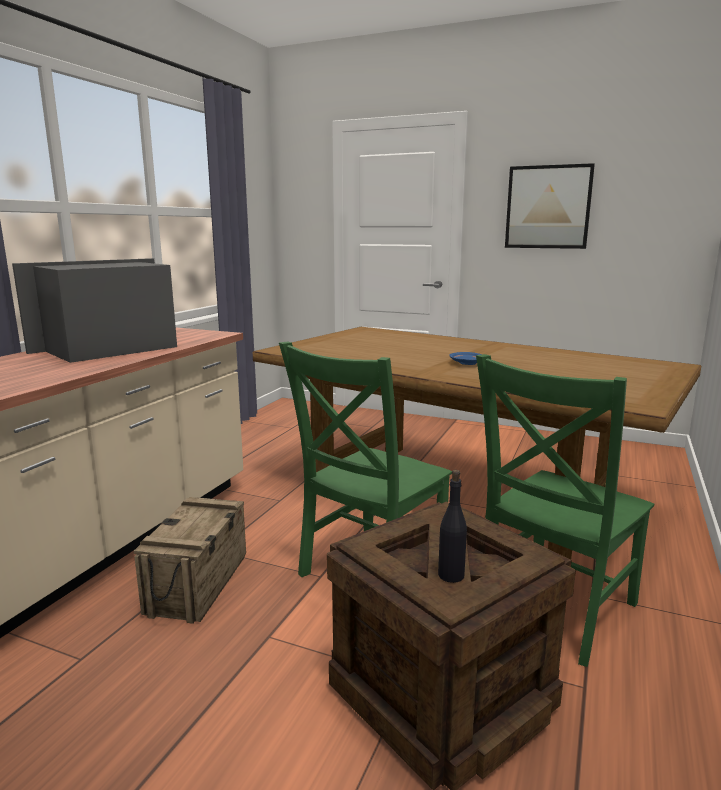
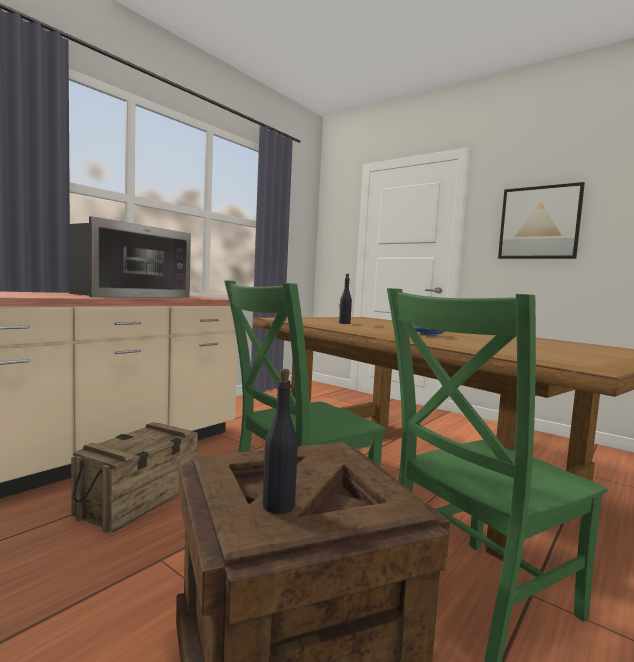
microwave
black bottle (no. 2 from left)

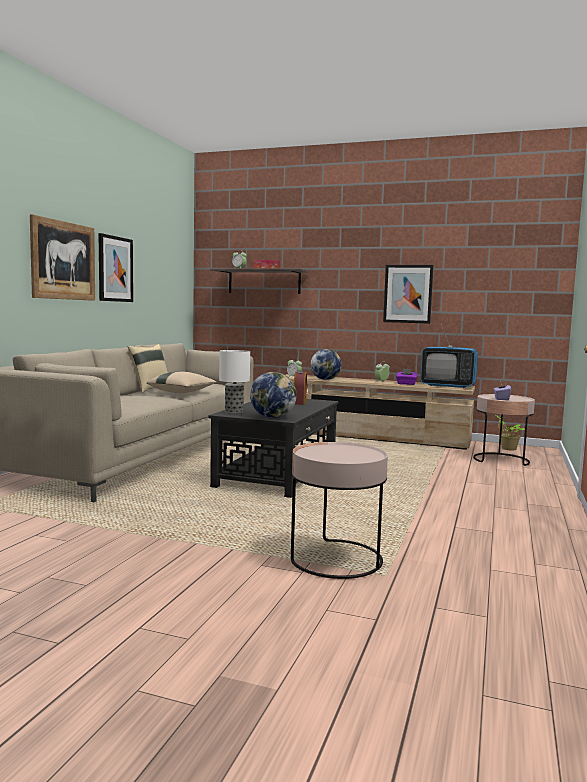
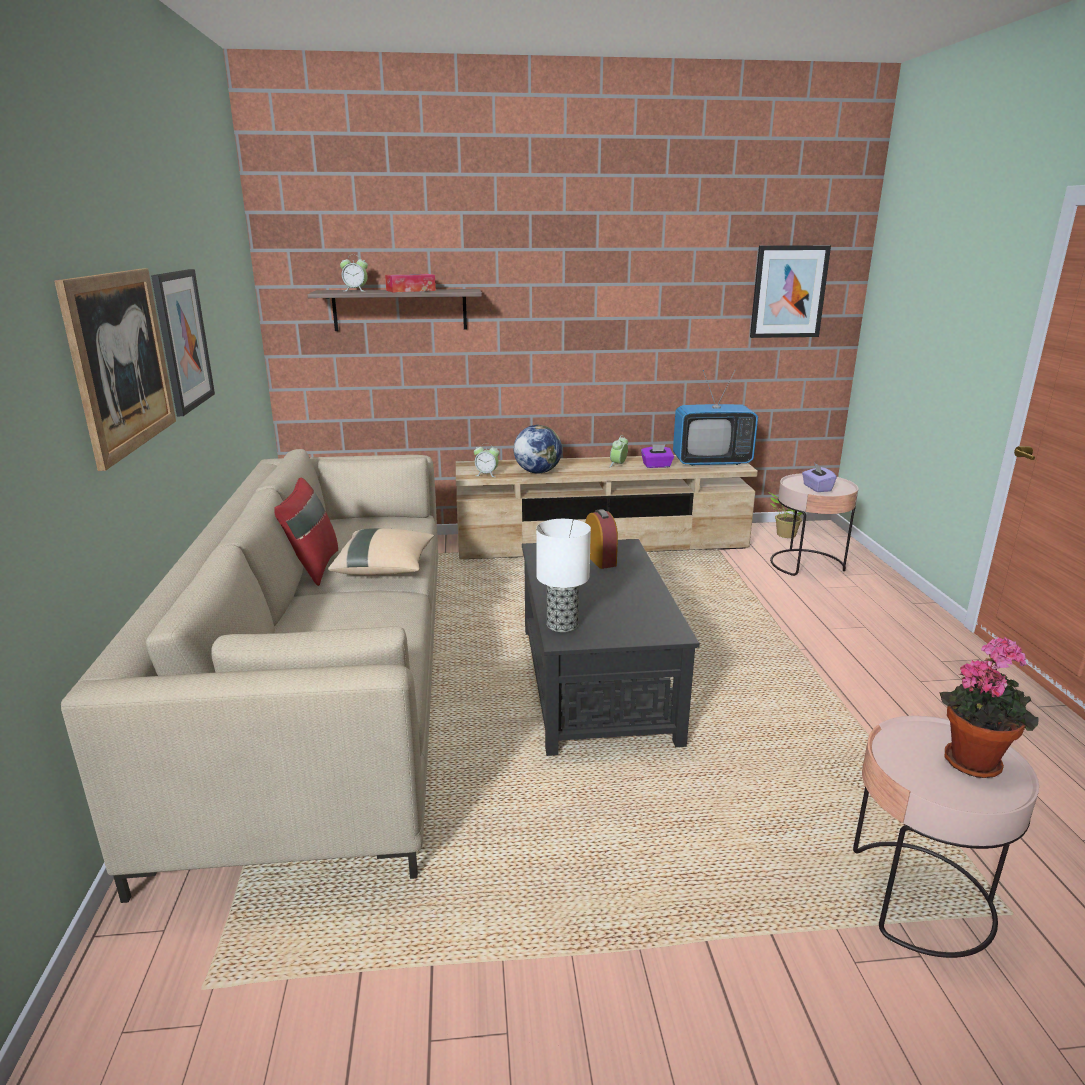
red pillow
picture (no. 3 from left)
potted plant (no. 2 from left)
globe (no. 1 from left in the first image)

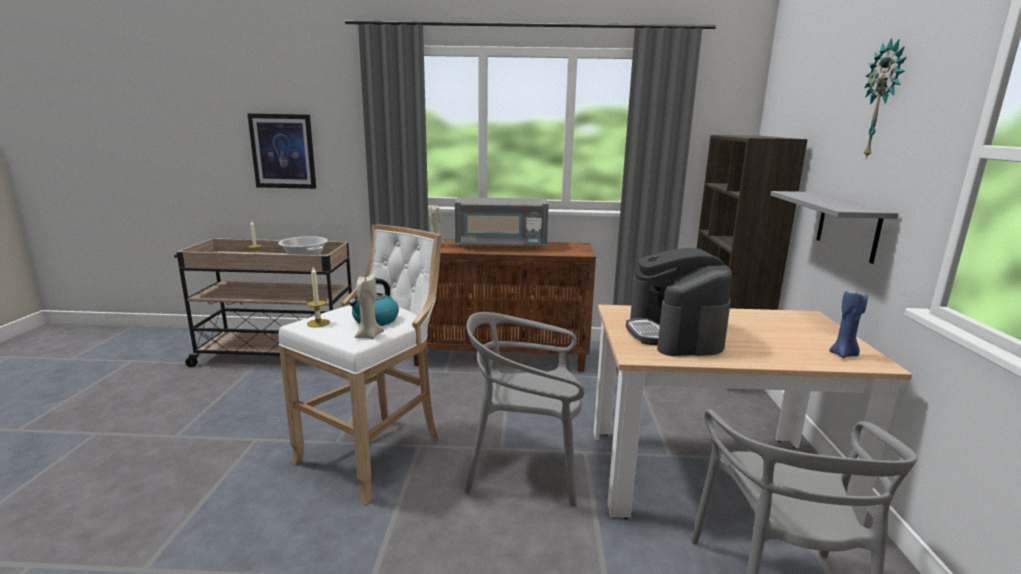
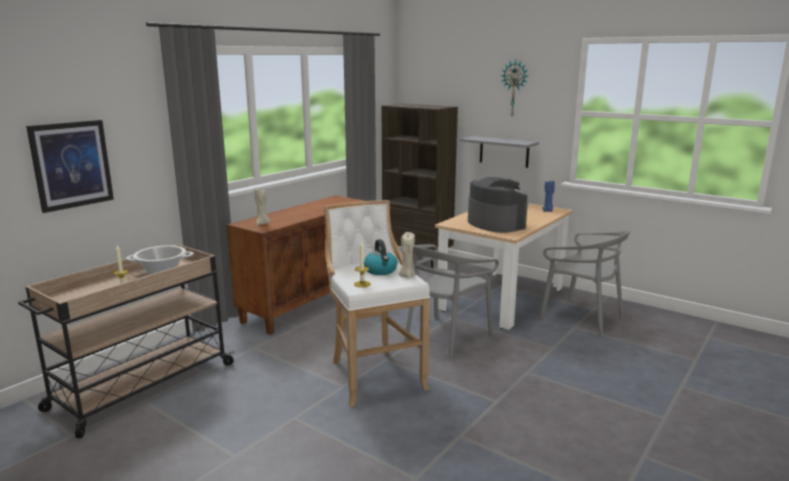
coffee machine
grey microwave

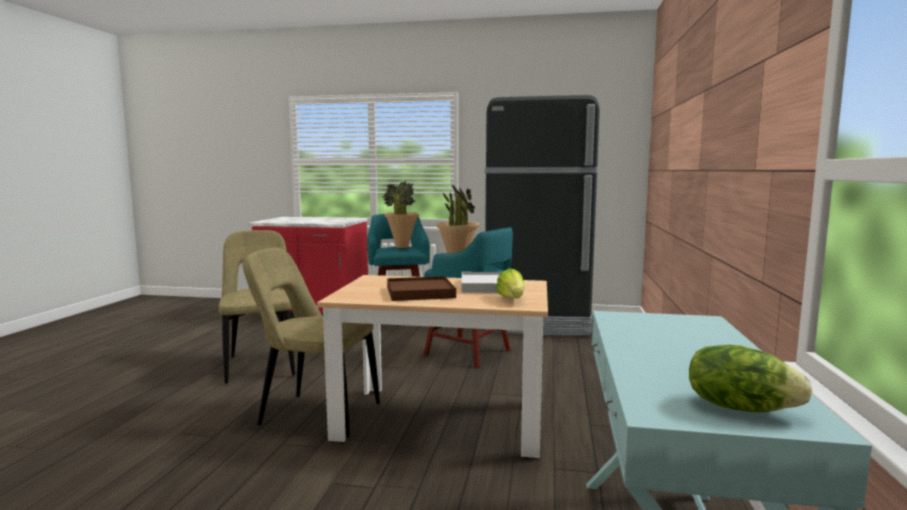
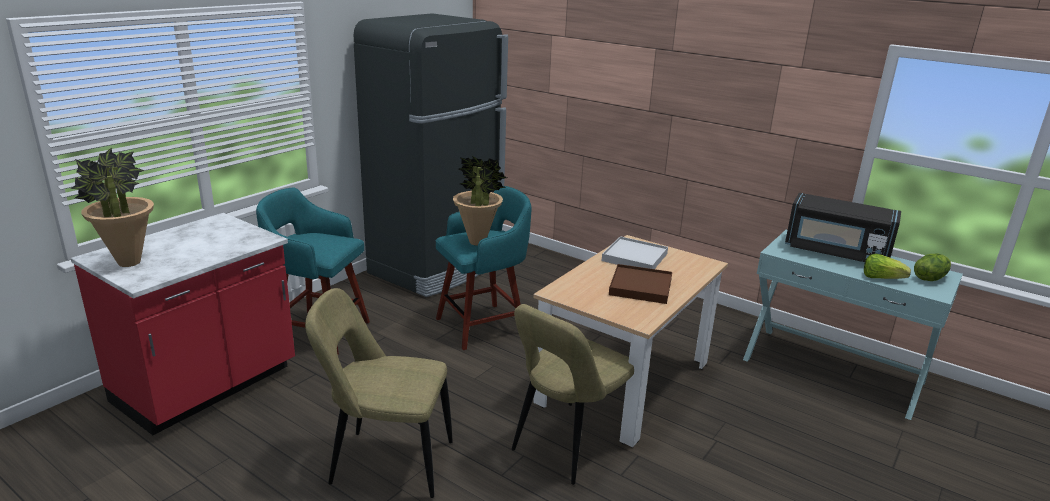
potted plant (no. 1 from left)
black microwave
lettuce (no. 1 from left)

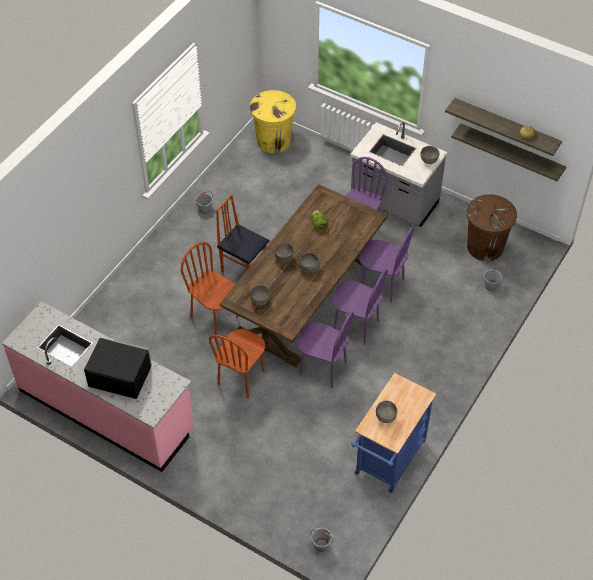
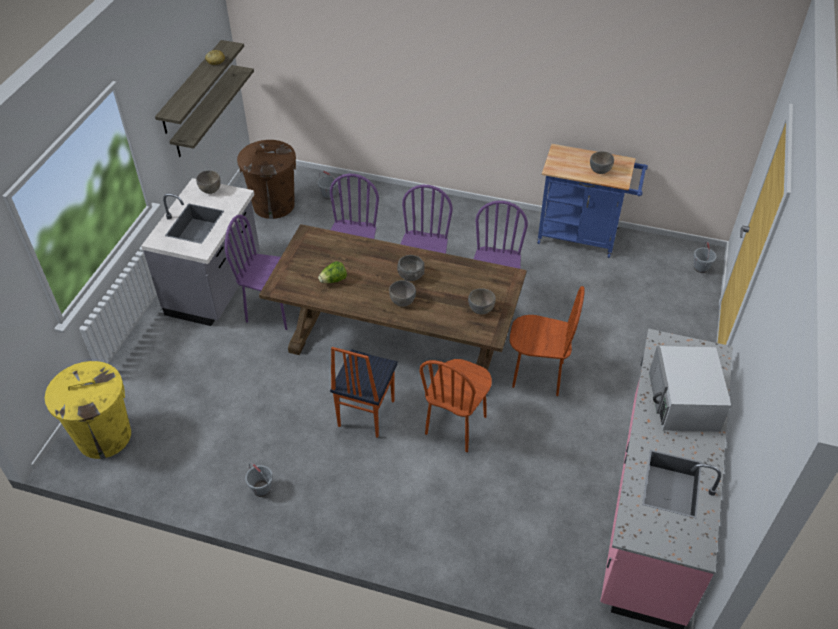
white microwave

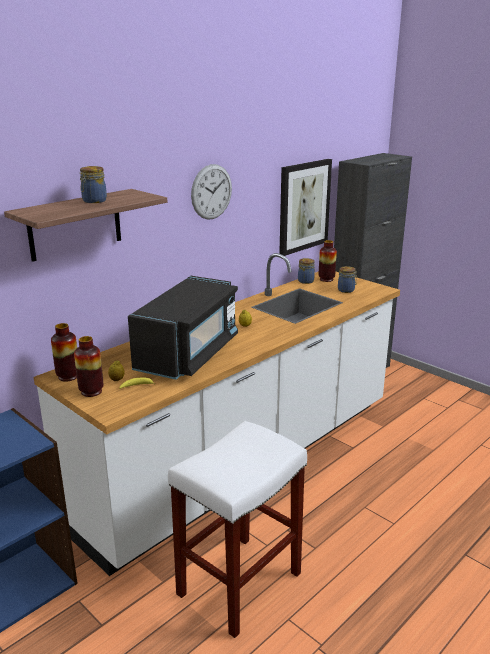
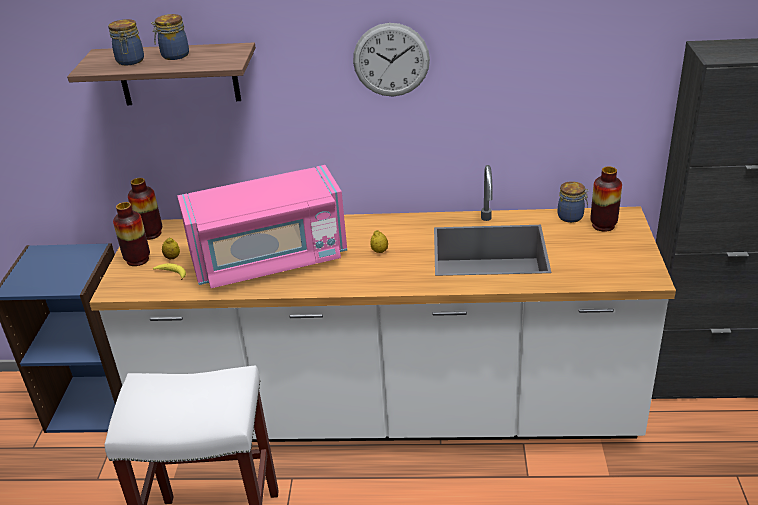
jar (no. 1 from left)
pink microwave
picture

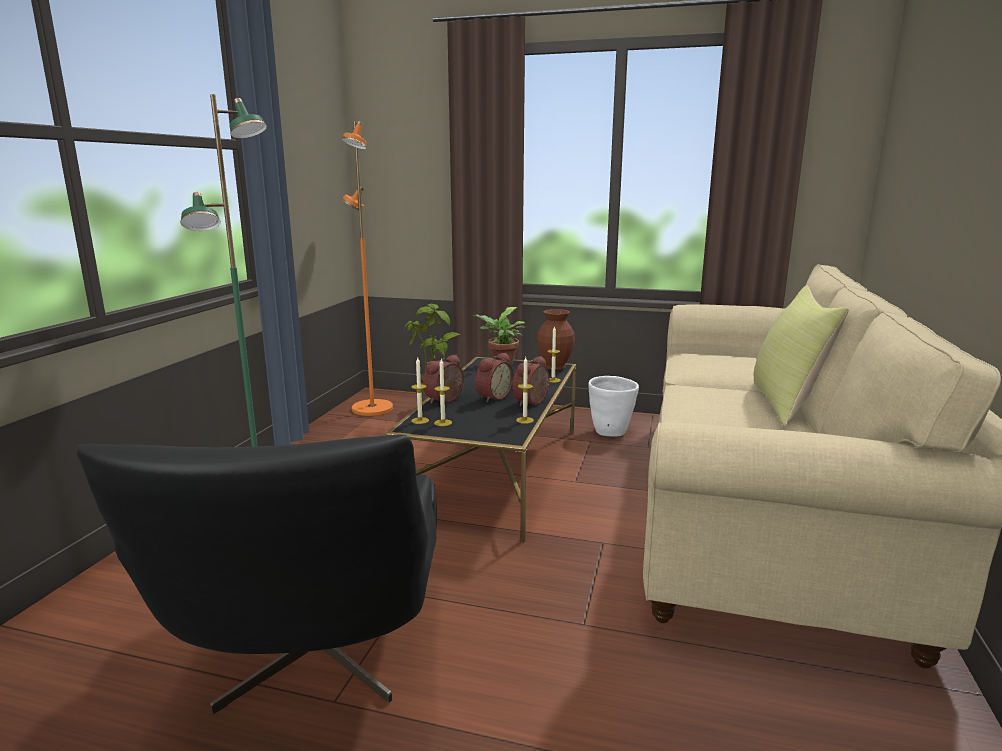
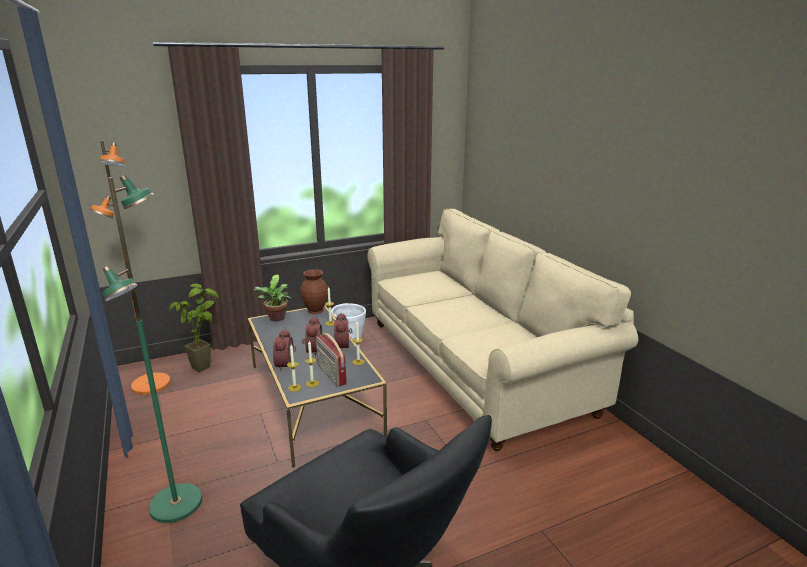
radio
yellow pillow

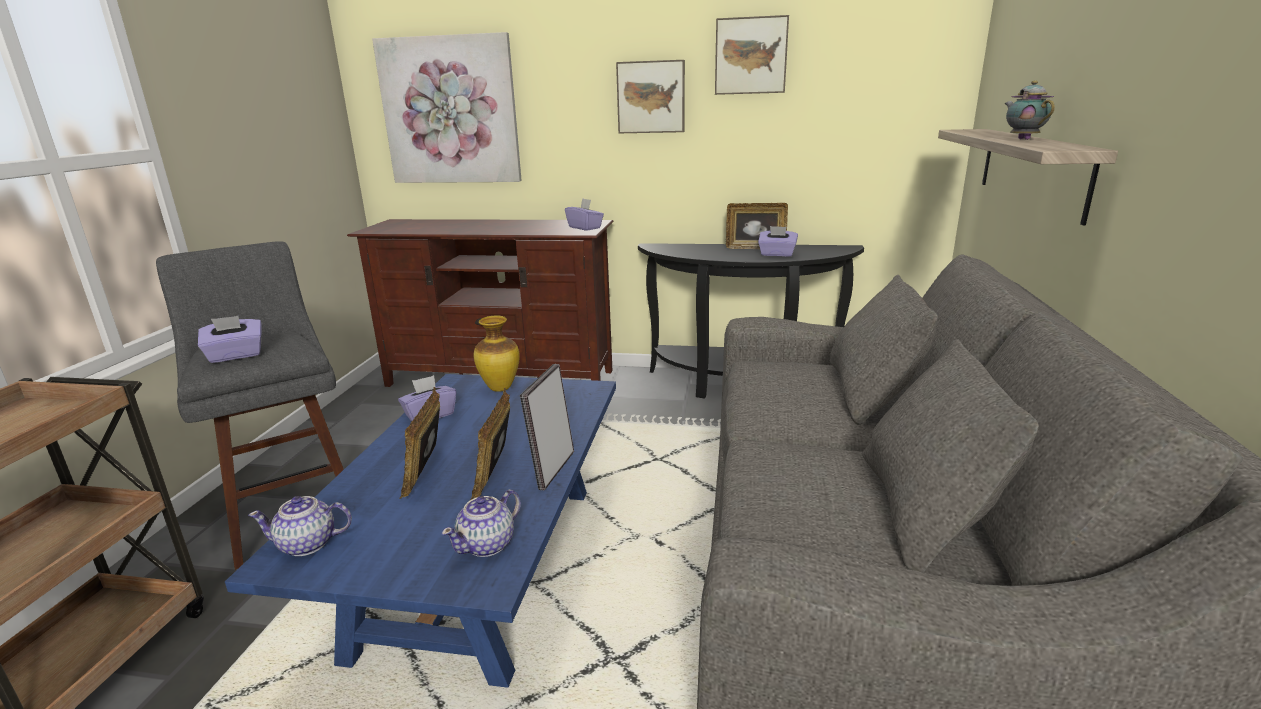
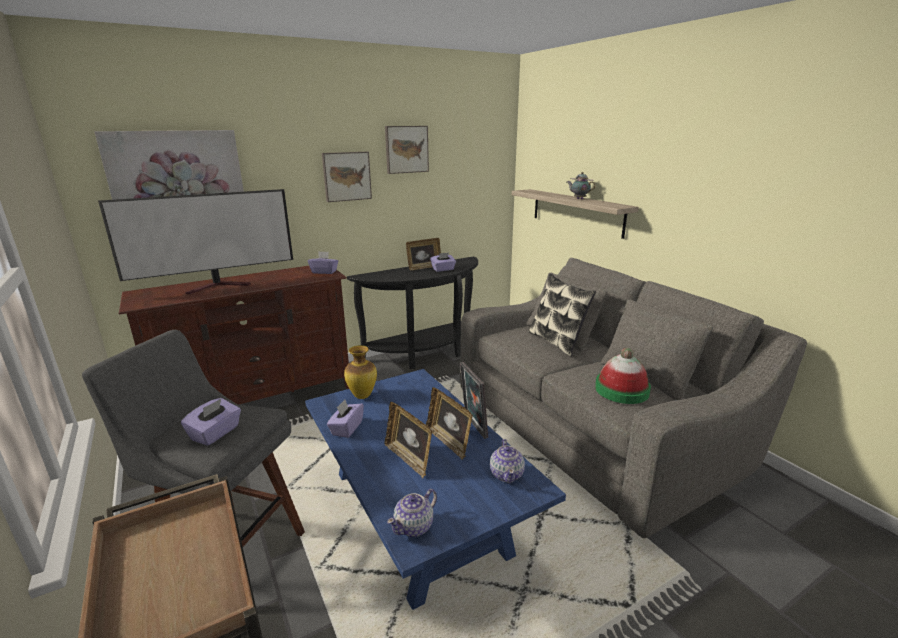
television
pillow
hat

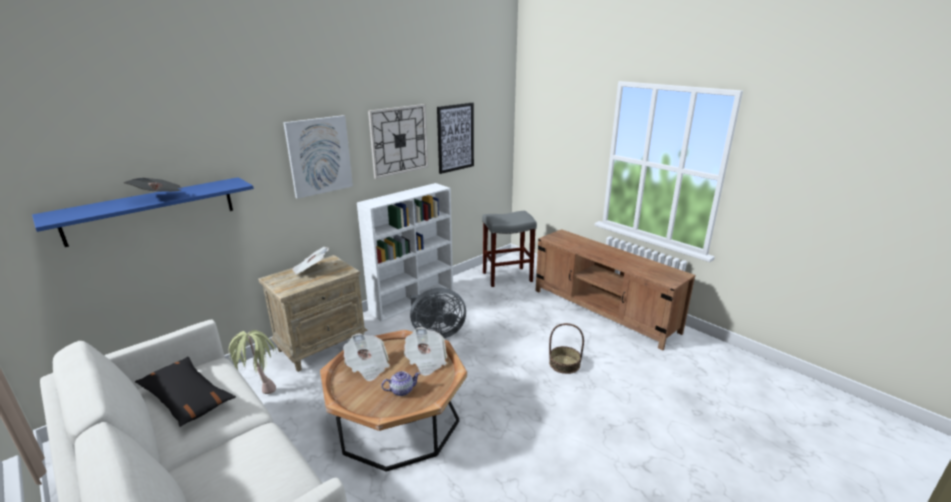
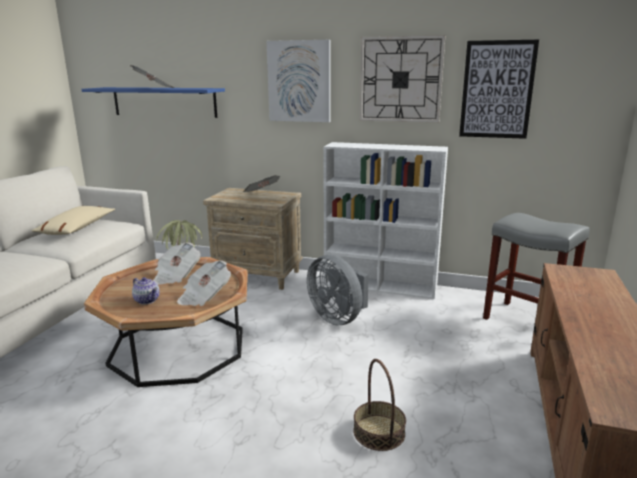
beige pillow

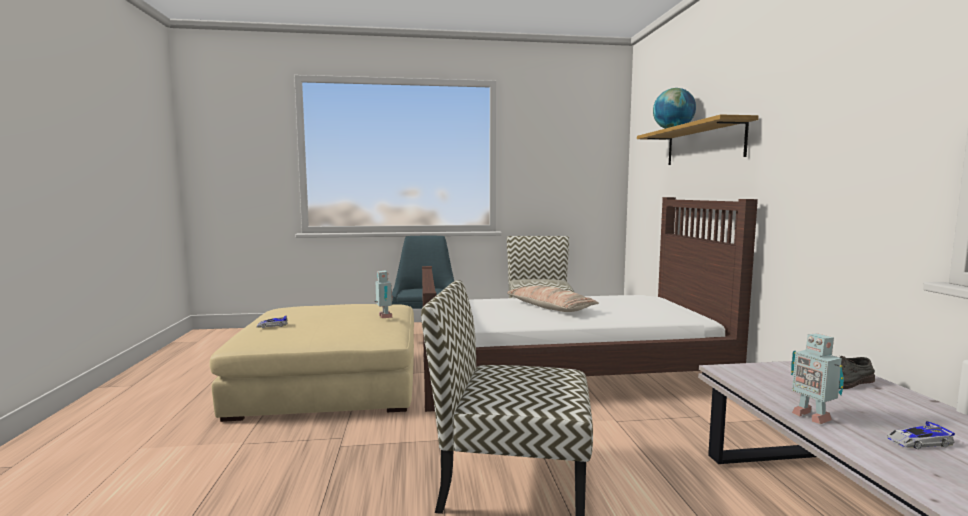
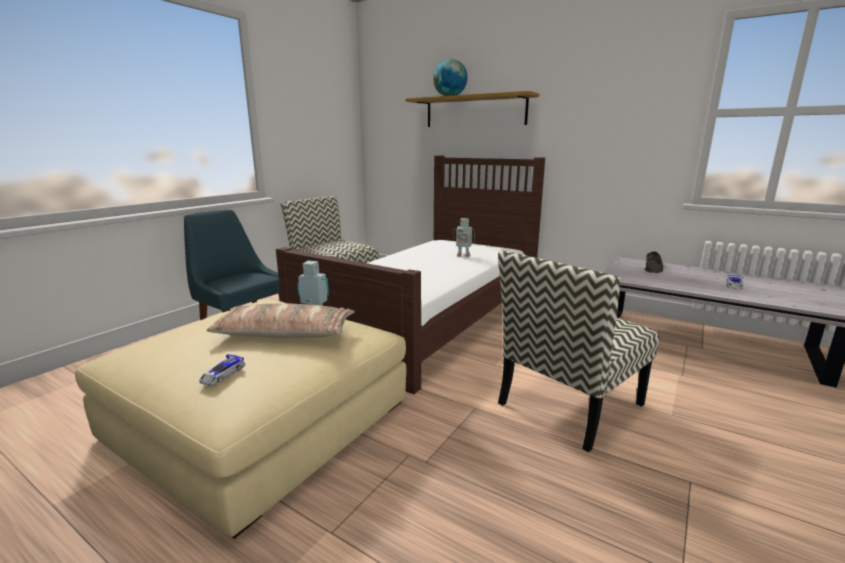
pillow
toy robot (no. 2 from left)

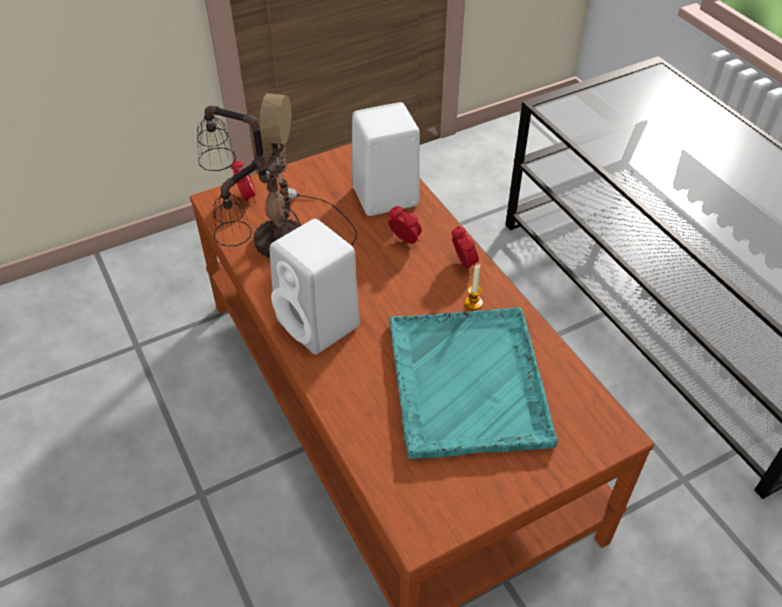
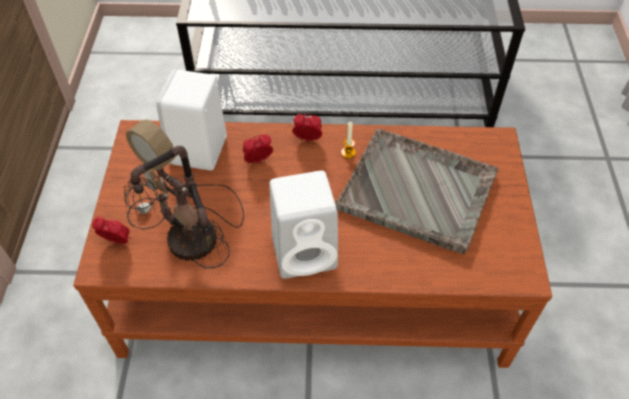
grey tray

